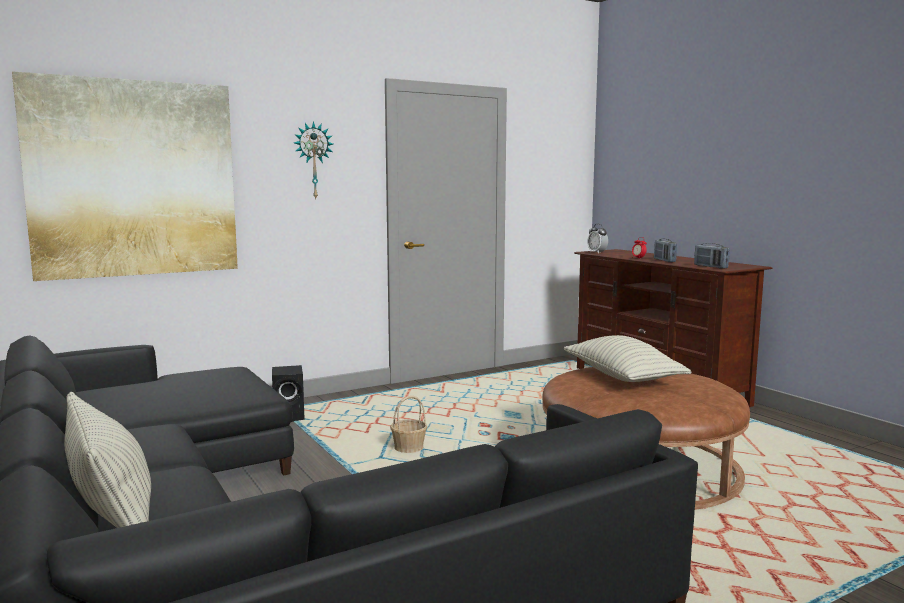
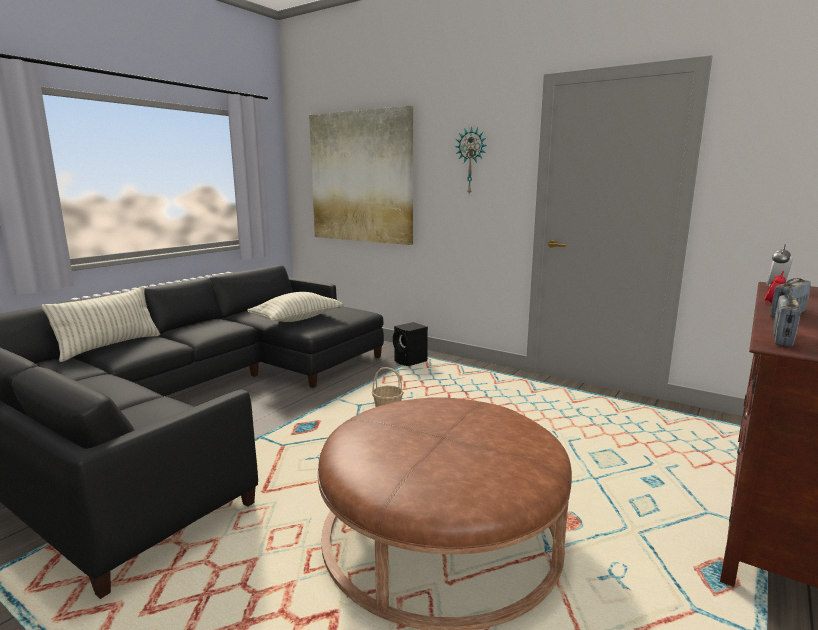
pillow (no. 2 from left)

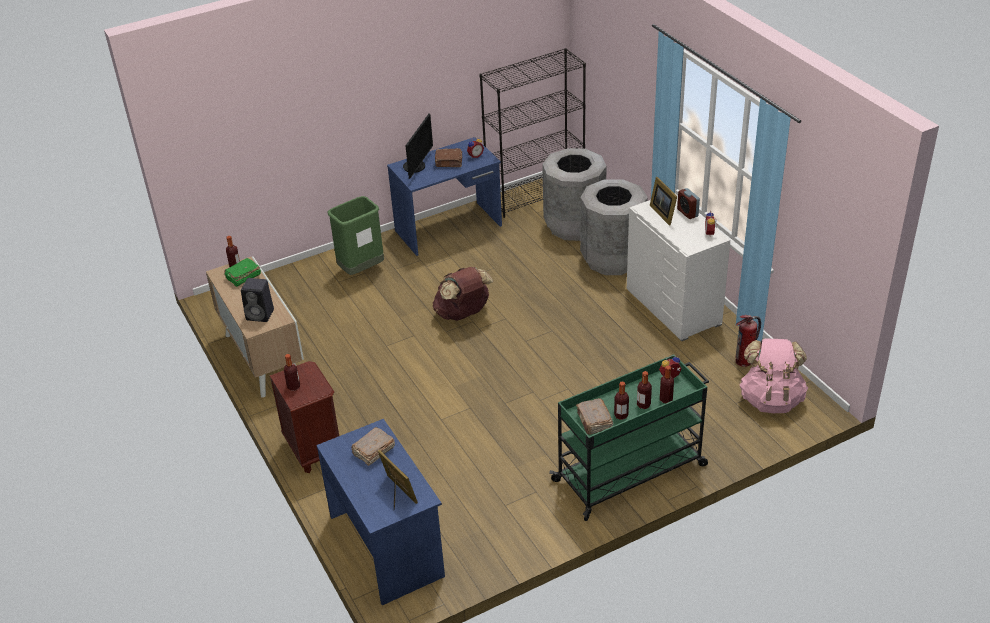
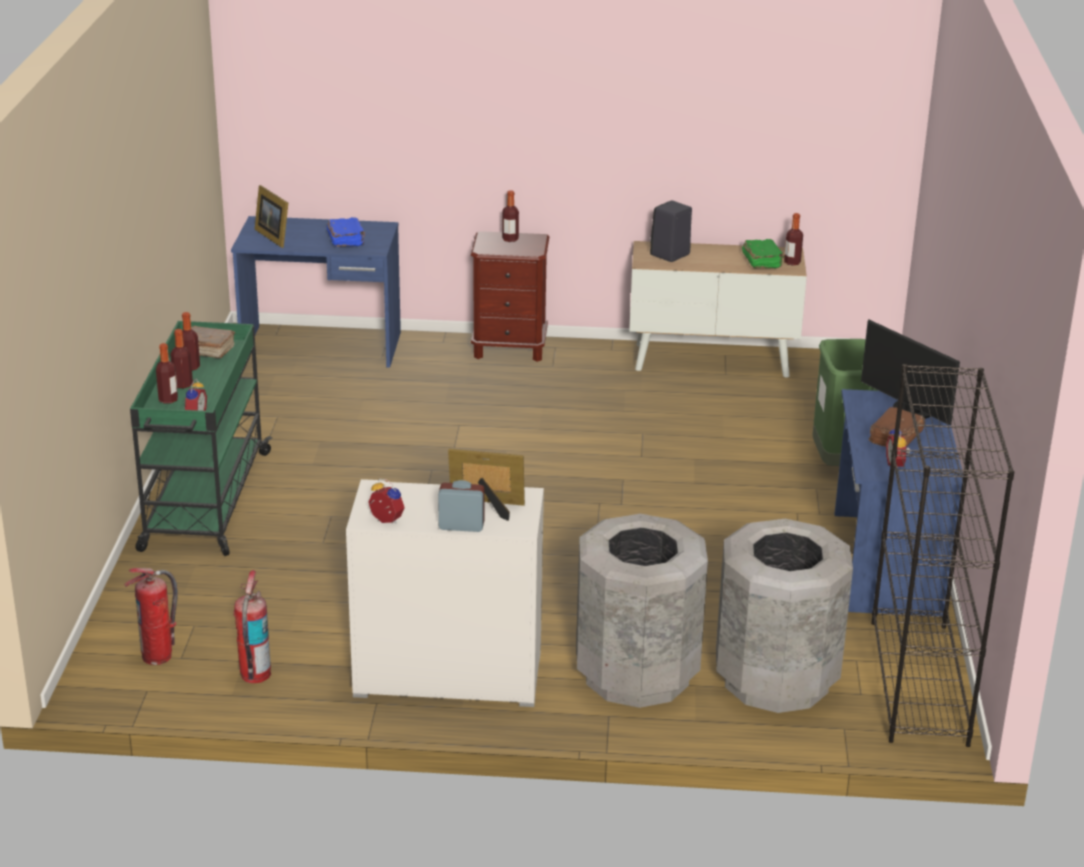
fire extinguisher (no. 1 from left)
picture frame (no. 1 from left)
blue book
brown backpack

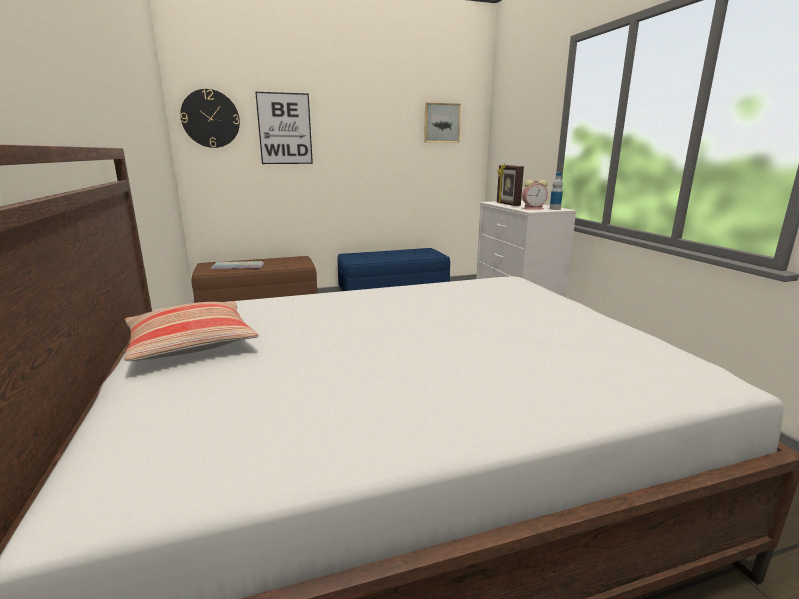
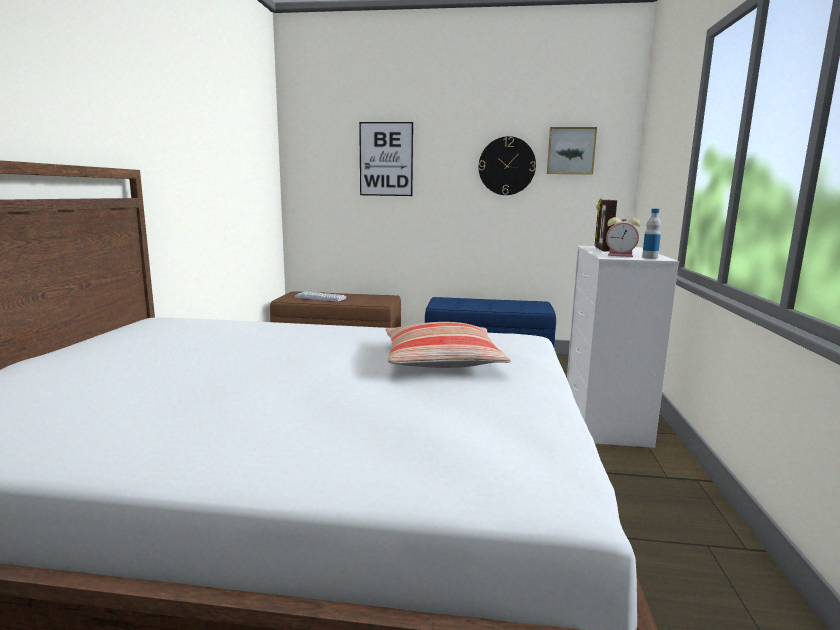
pillow
wall clock

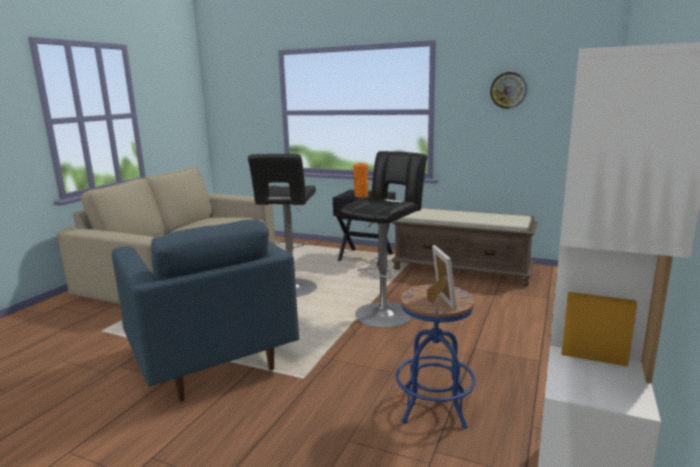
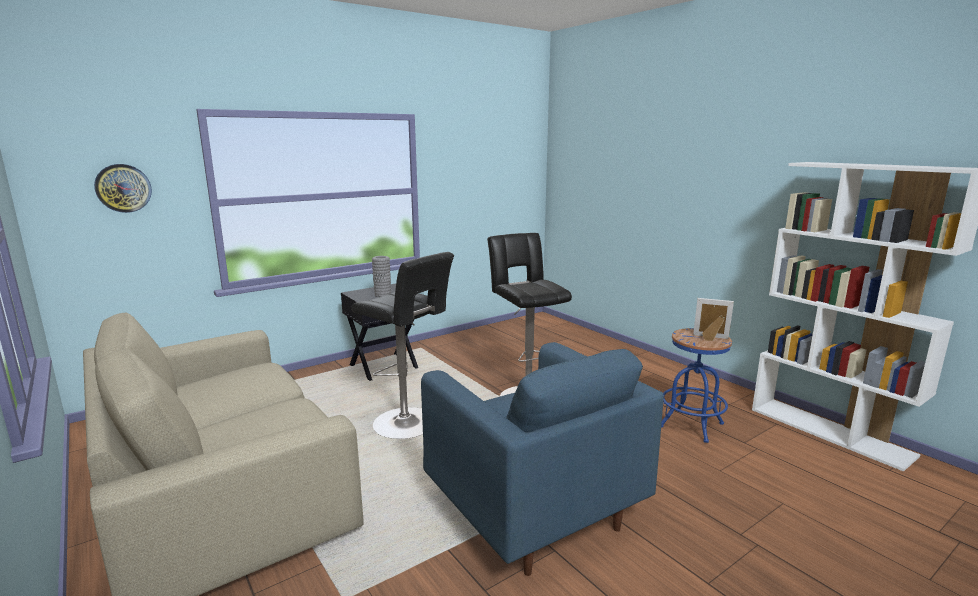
wall clock
grey vase
blue armchair
brown bench

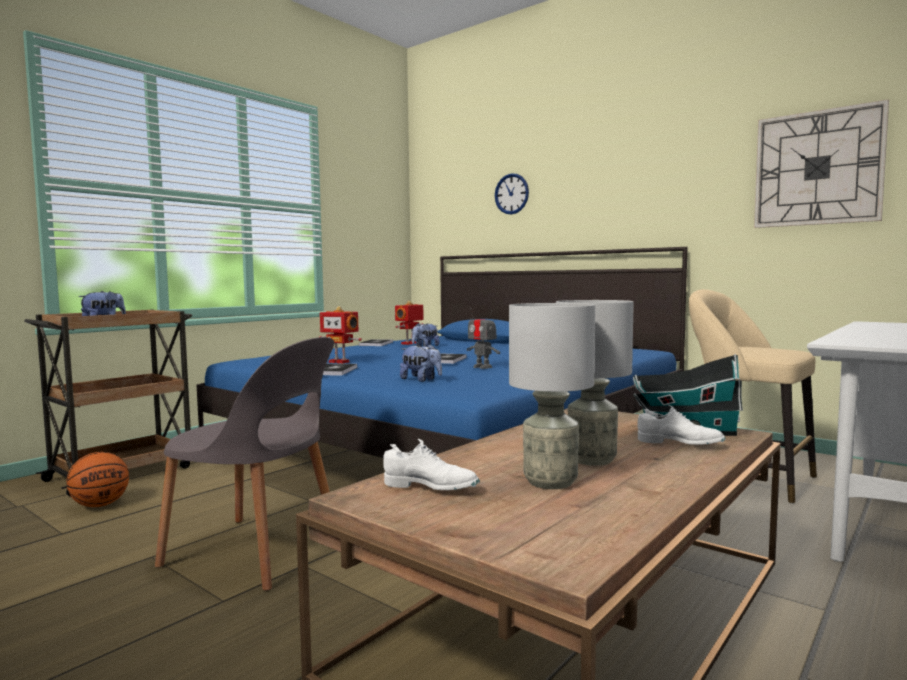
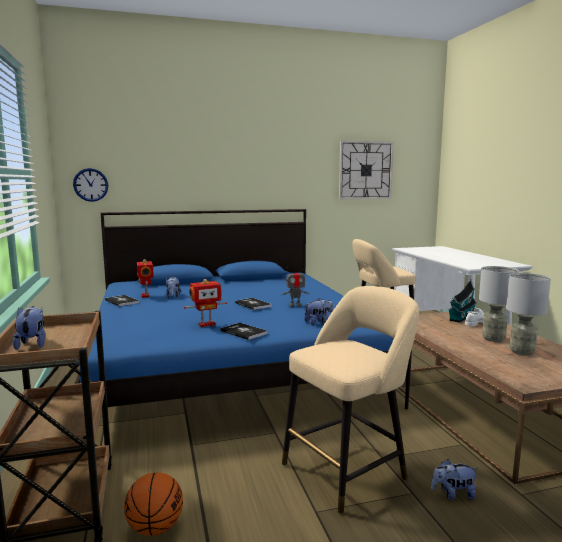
wall clock (no. 1 from left)
beige stool (no. 1 from left)
plush toy (no. 4 from left)
white shoe (no. 1 from left in the first image)

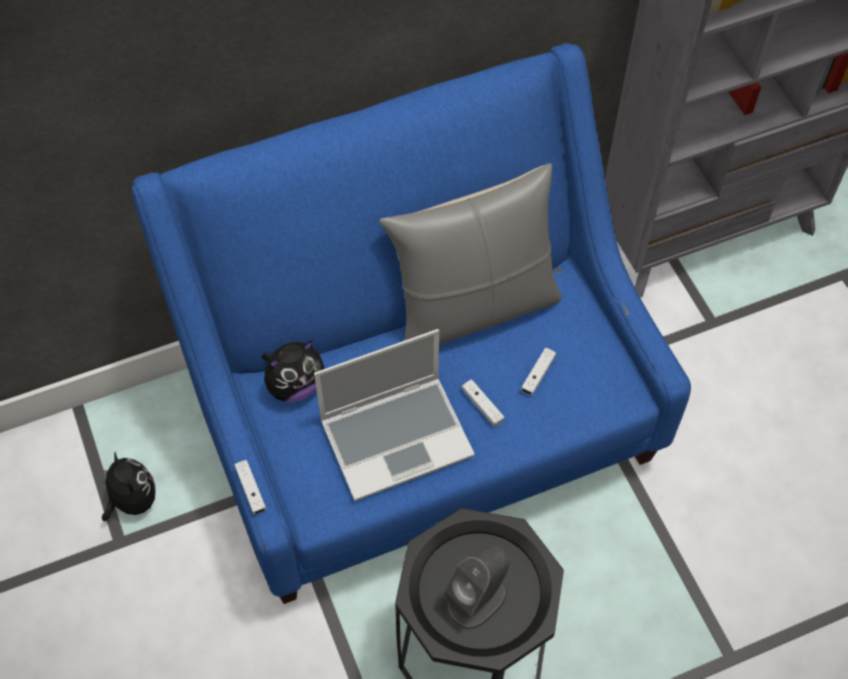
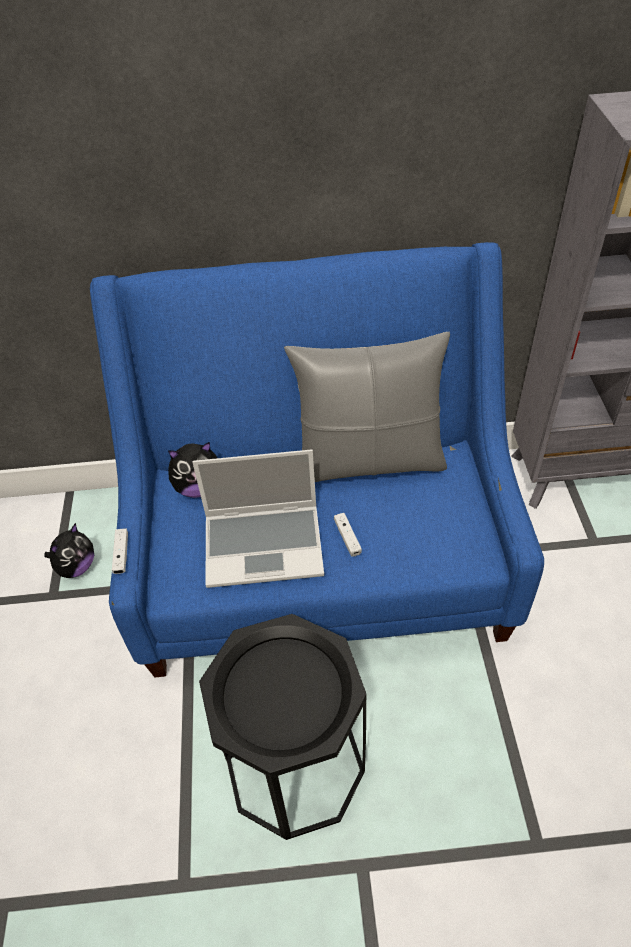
plush toy (no. 1 from left)
grey speaker
white game controller (no. 3 from left in the first image)

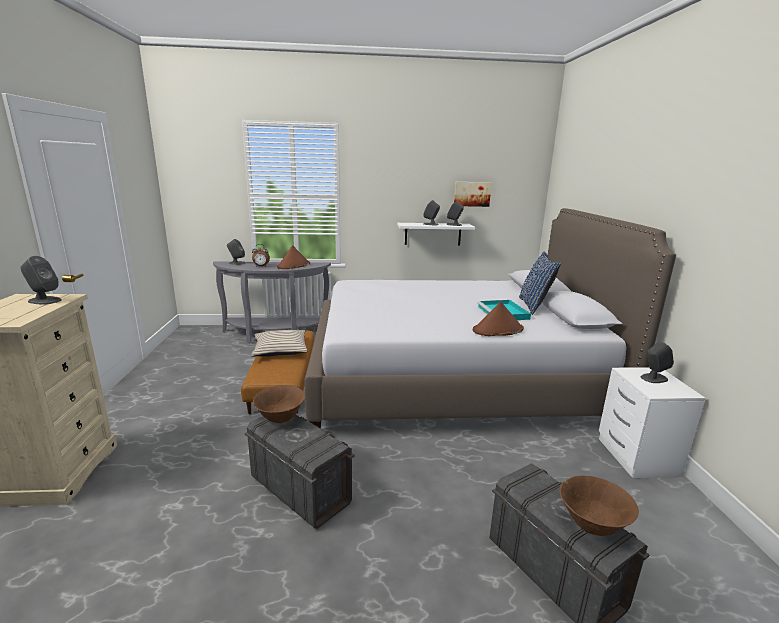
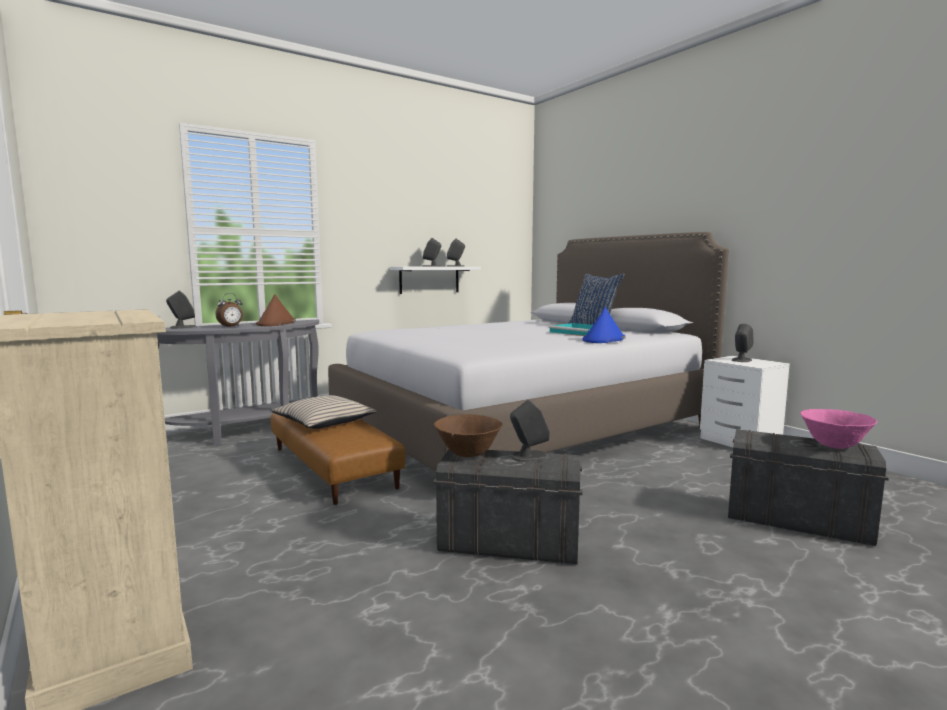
grey speaker (no. 4 from left)
blue hat
pink bowl
picture

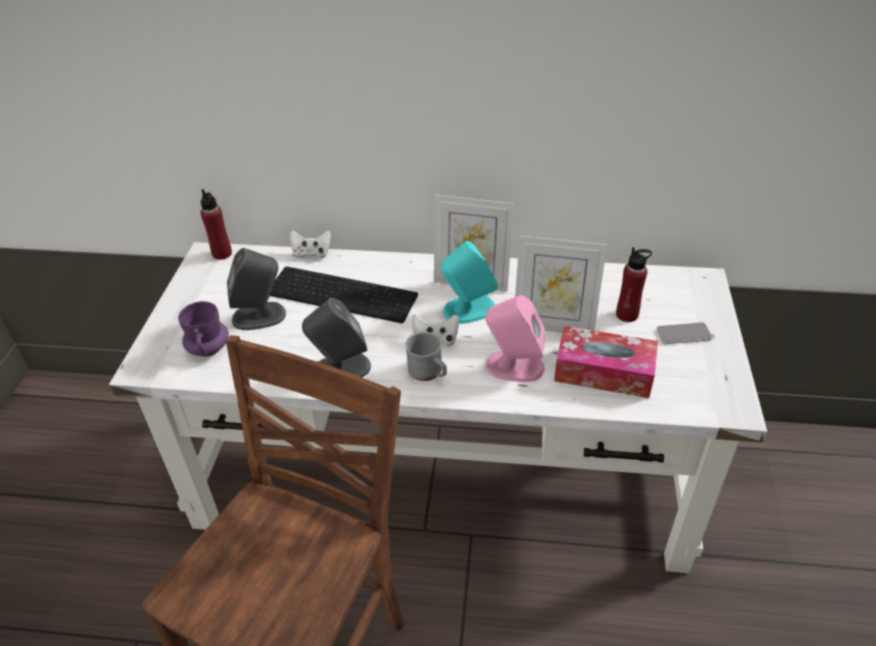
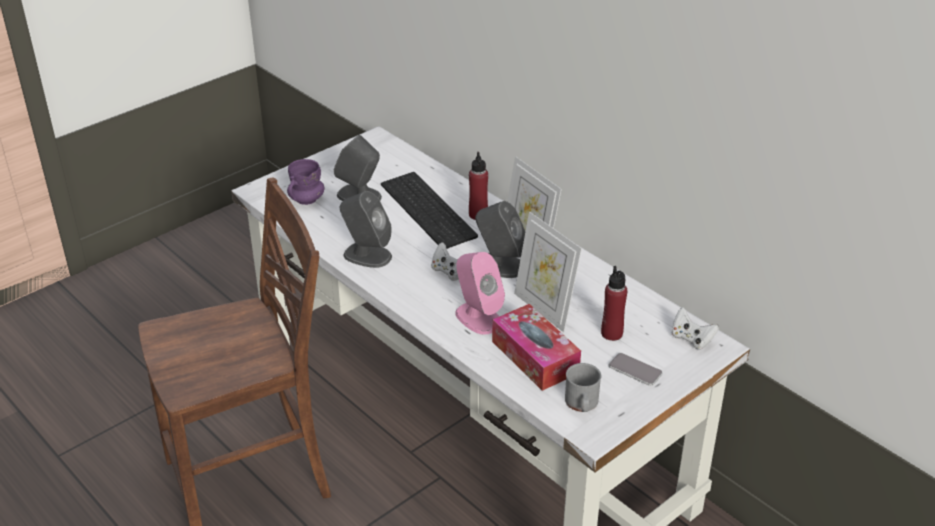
red bottle (no. 1 from left)
grey speaker (no. 3 from left)
grey mug
white game controller (no. 2 from left)

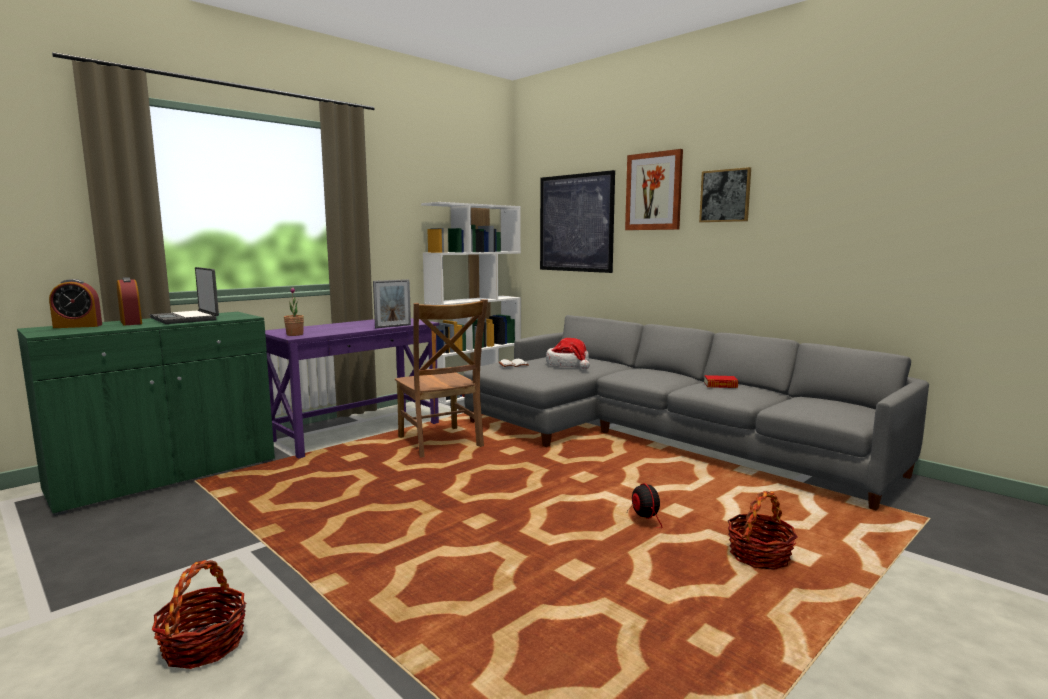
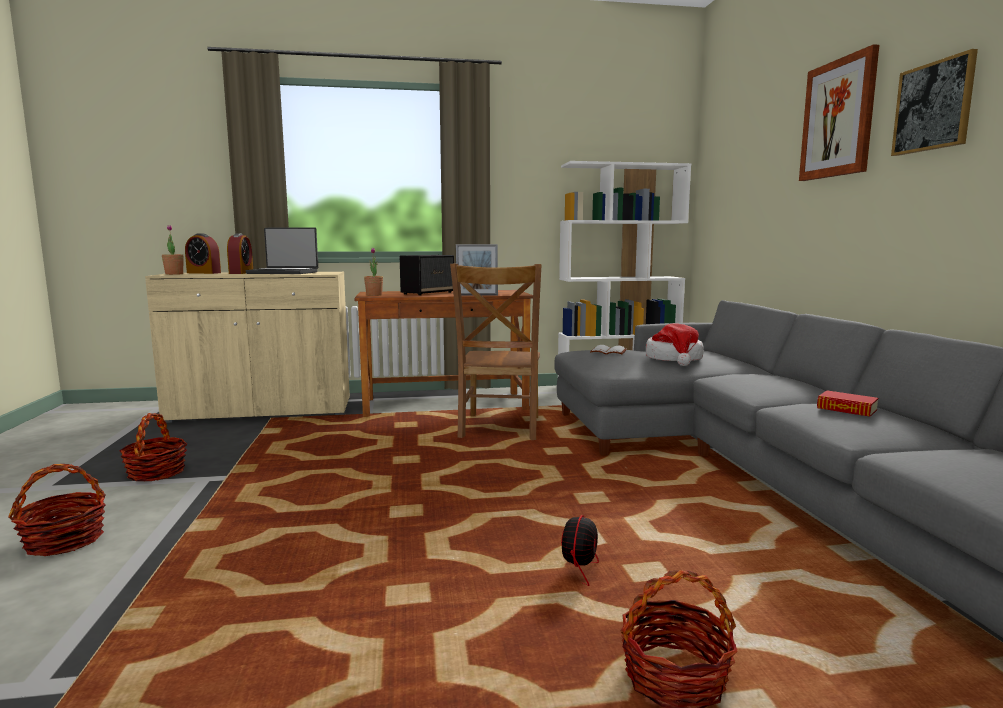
basket (no. 2 from left)
beige cabinet
potted plant (no. 1 from left)
laptop
brown desk
speaker
picture (no. 1 from left in the first image)

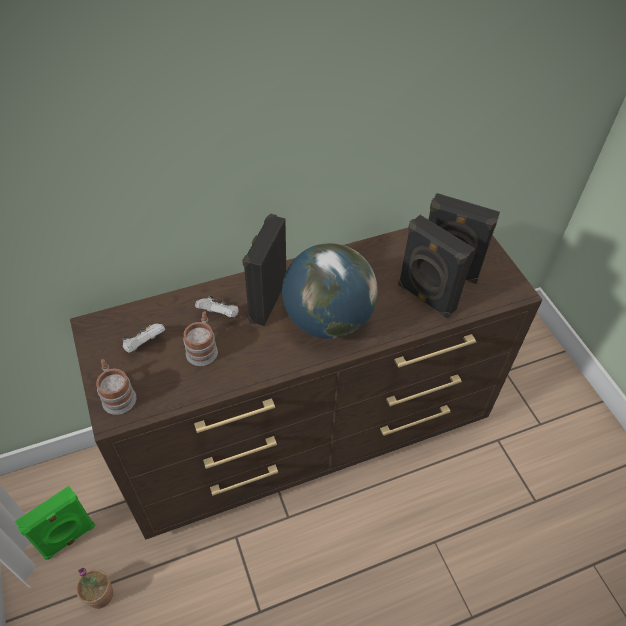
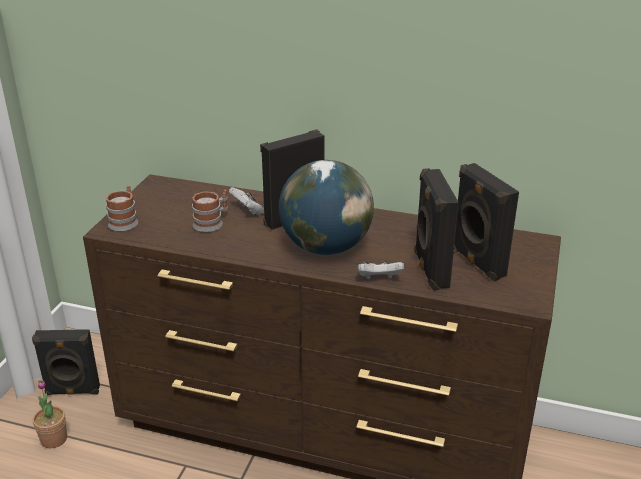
black speaker (no. 1 from left)
white game controller (no. 2 from left)

